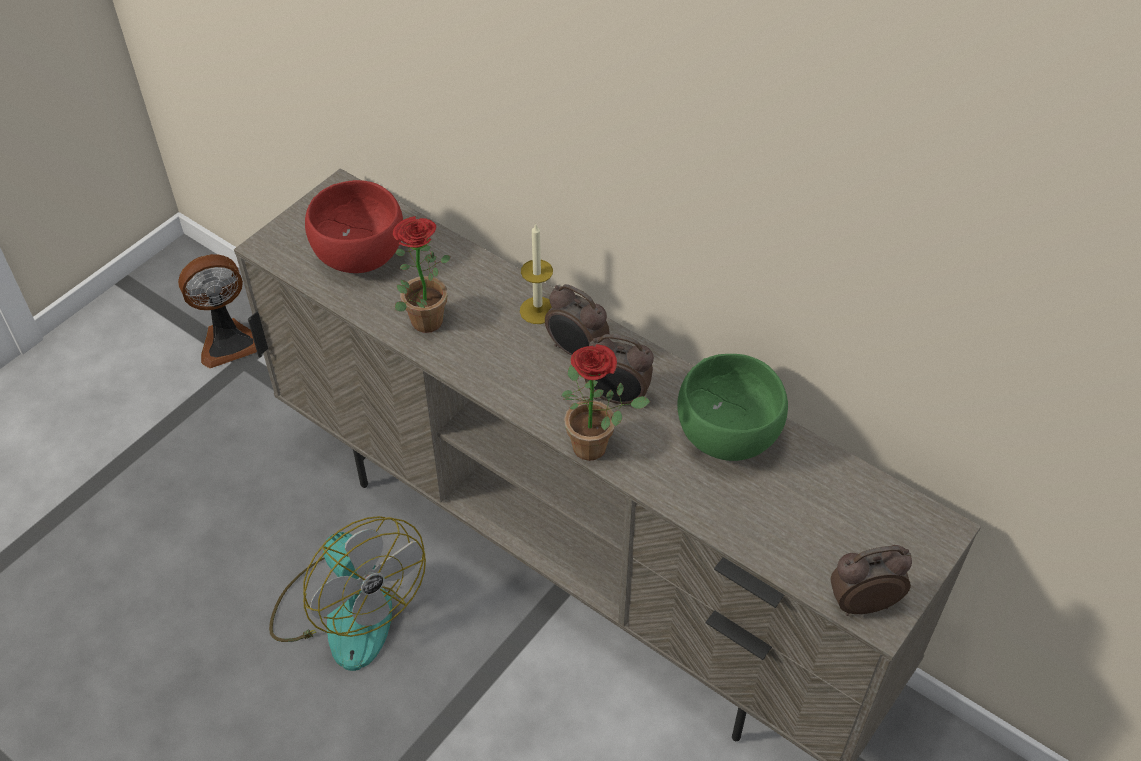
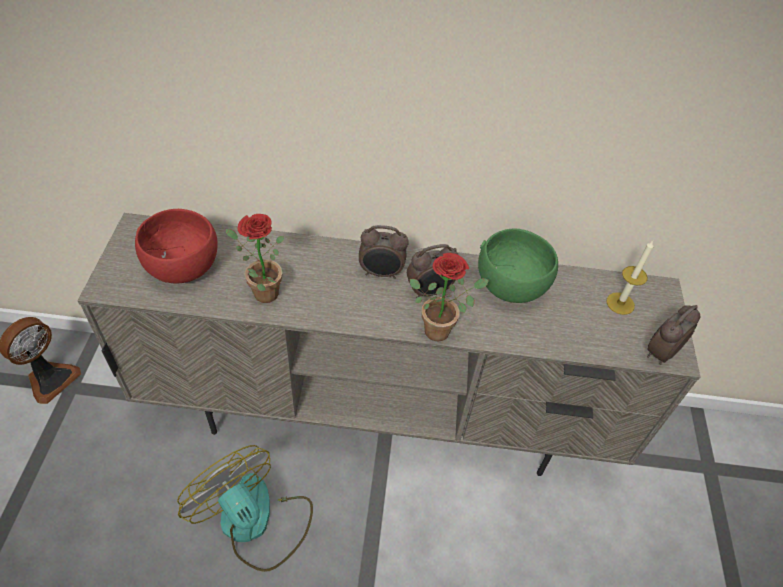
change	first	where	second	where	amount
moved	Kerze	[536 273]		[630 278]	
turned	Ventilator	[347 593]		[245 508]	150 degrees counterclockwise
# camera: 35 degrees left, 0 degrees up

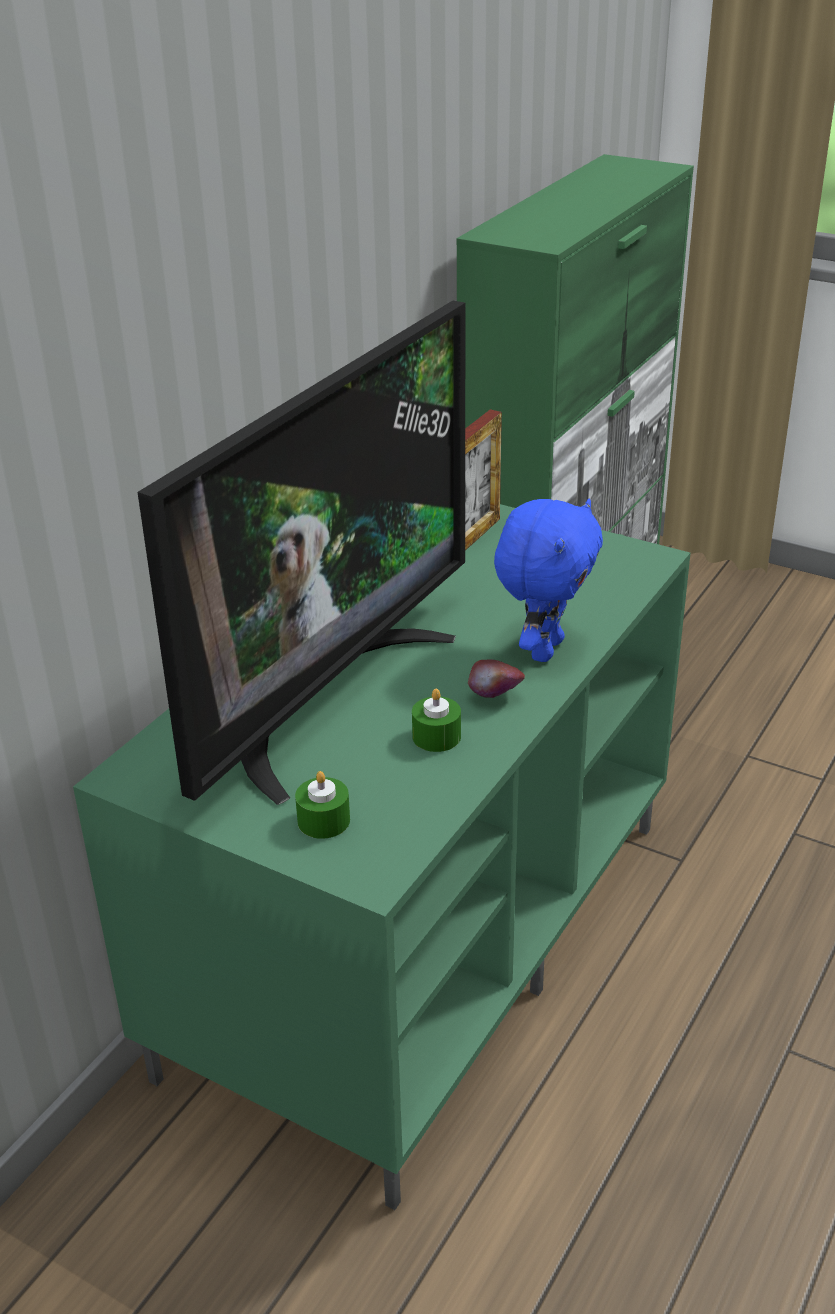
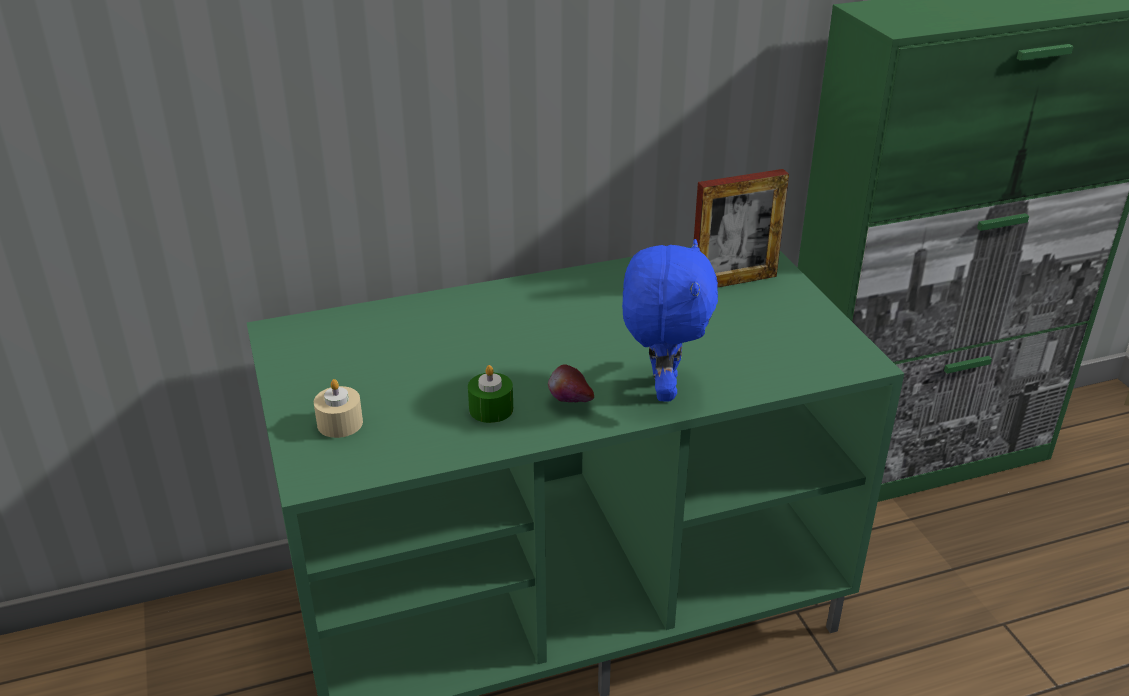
change	first	where	second	where	amount
removed	Fernseher	[301 553]			
turned	Plüschtier (blau)	[548 580]		[670 320]	60 degrees counterclockwise
recoloured	Kerze (grün)	[322 805]	Kerze (beige)	[338 408]	
# camera: 40 degrees right, 0 degrees up

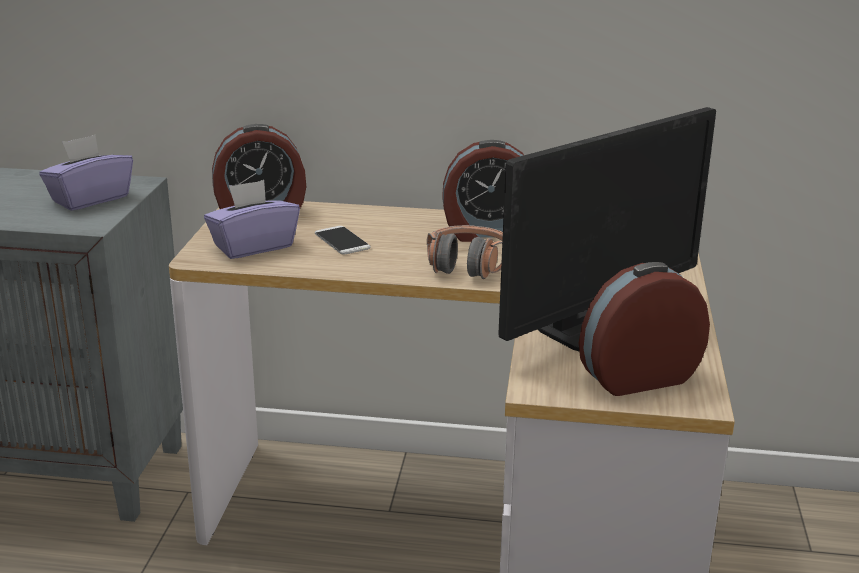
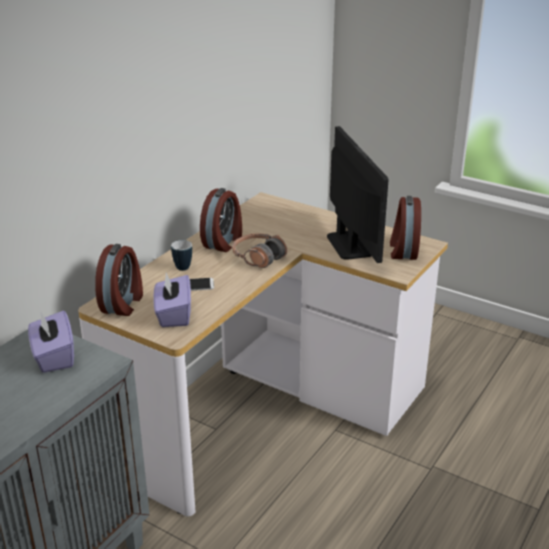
change	first	where	second	where	amount
added			Henkelbecher	[181 255]	
# camera: 65 degrees left, 5 degrees up

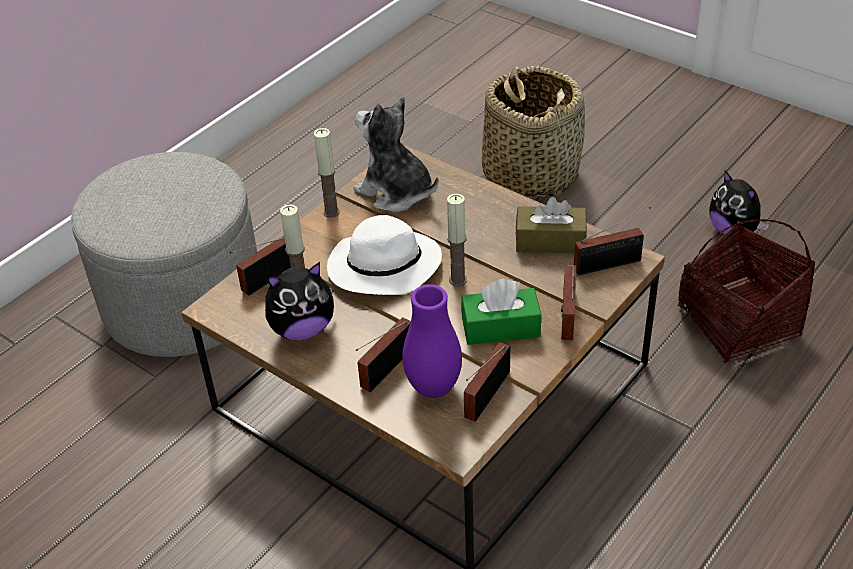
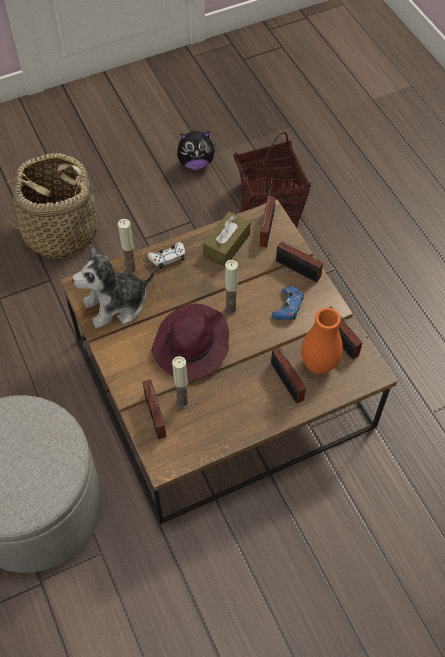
change	first	where	second	where	amount
moved	Kerze	[327 173]		[127 247]	
recoloured	Hut (weiß)	[384 255]	Hut (lila)	[190 341]	
removed	Plüschtier	[299 301]			
replaced	Taschentuchbox (grün)	[501 312]	Gamepad (blau)	[288 303]	
recoloured	Vase (lila)	[432 341]	Vase (orange)	[322 341]	
added			Gamepad (weiß)	[166 255]	
# camera: 65 degrees left, 15 degrees up

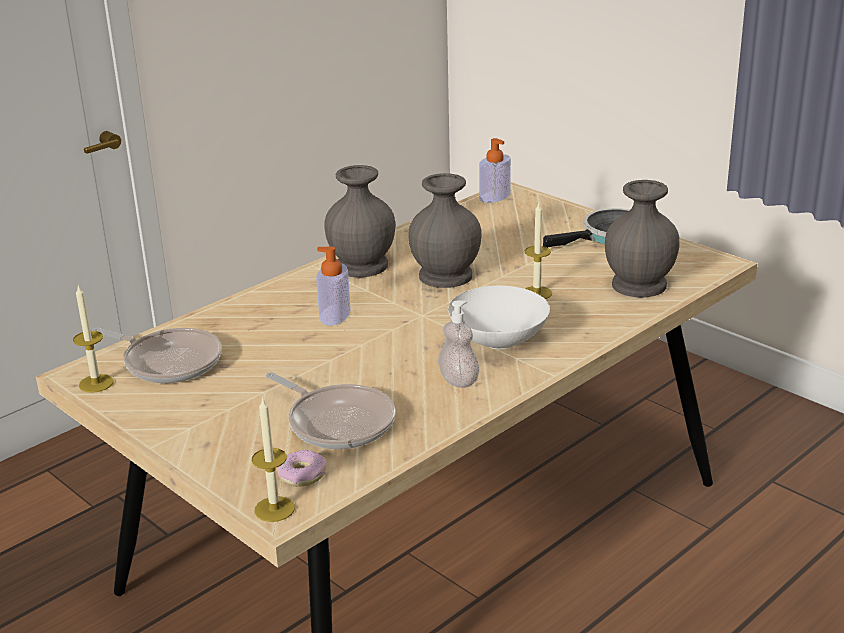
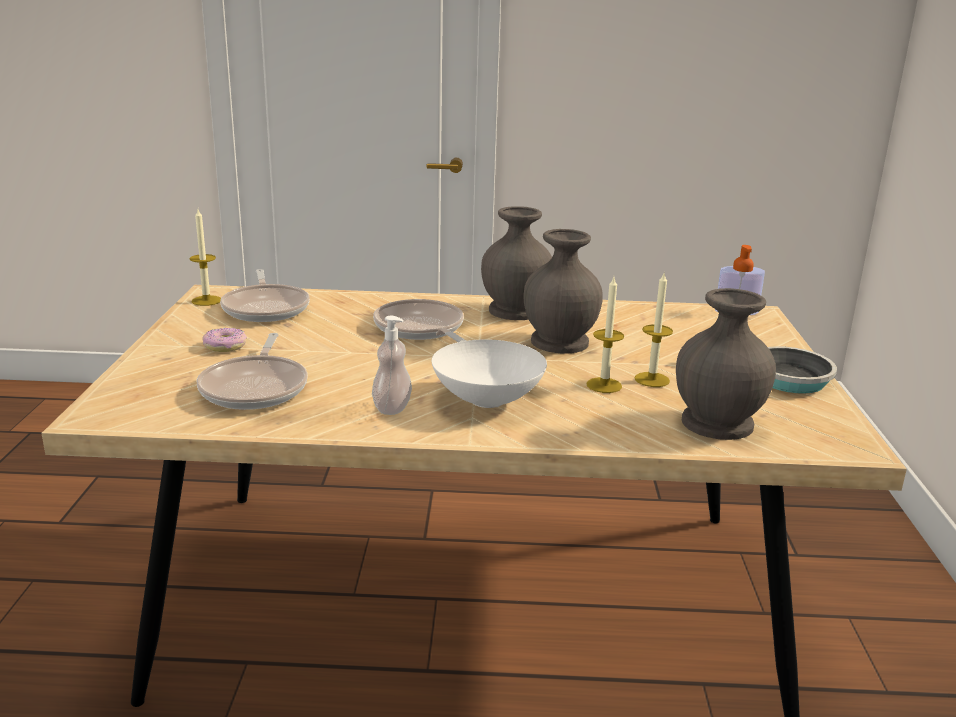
change	first	where	second	where	amount
replaced	Seifenspender	[333 286]	Pfanne	[419 320]	
moved	Kerze	[273 460]		[653 329]	
moved	Donut	[302 468]		[225 340]	
# camera: 45 degrees right, 5 degrees down

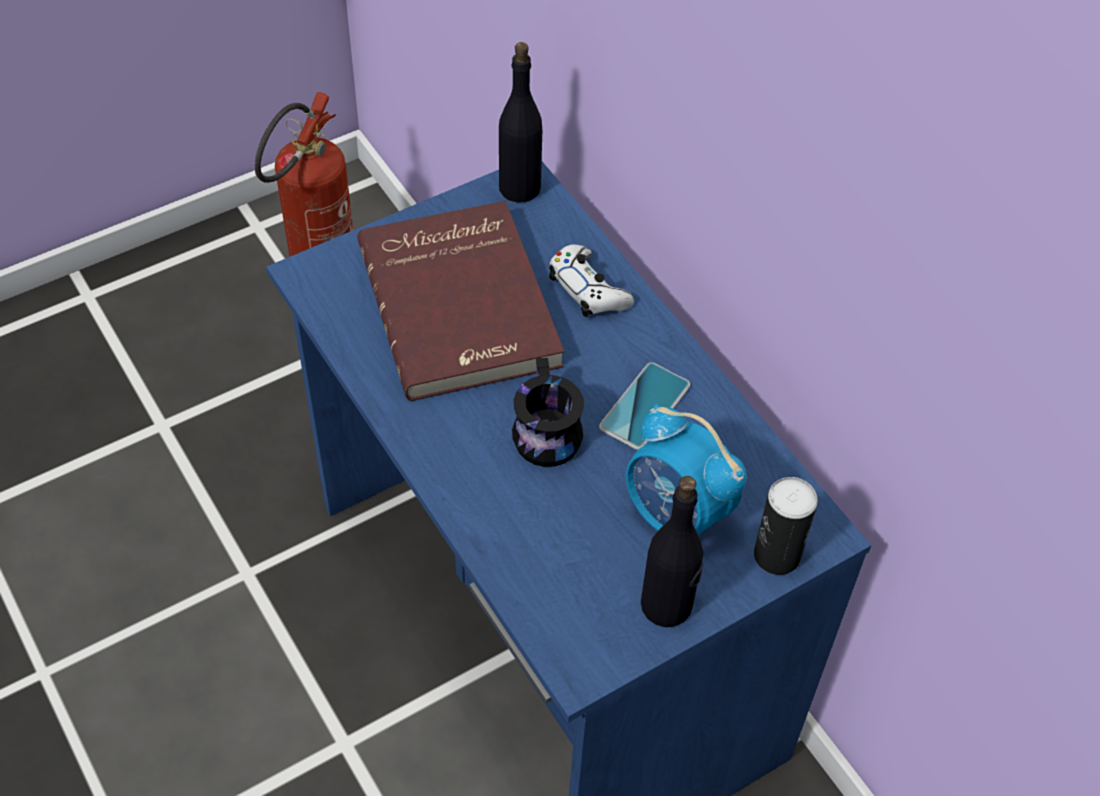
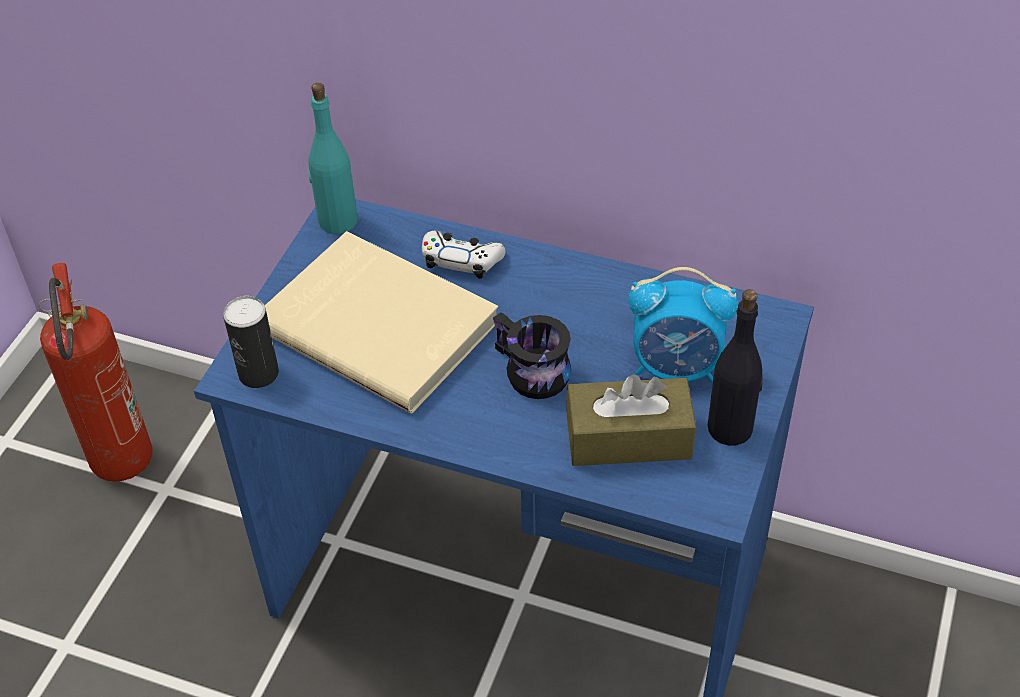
change	first	where	second	where	amount
recoloured	Flasche (schwarz)	[520 122]	Flasche (türkis)	[333 158]	
recoloured	Buch (rot)	[460 301]	Buch (beige)	[381 322]	
removed	Handy	[644 406]			
moved	Dose	[786 526]		[251 342]	
added			Taschentuchbox (braun)	[631 420]	
# camera: 35 degrees left, 5 degrees down

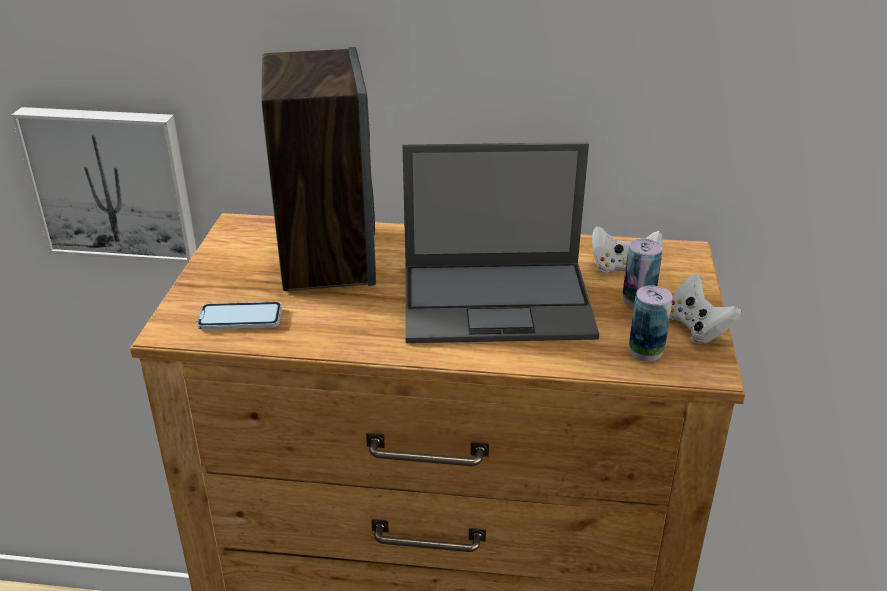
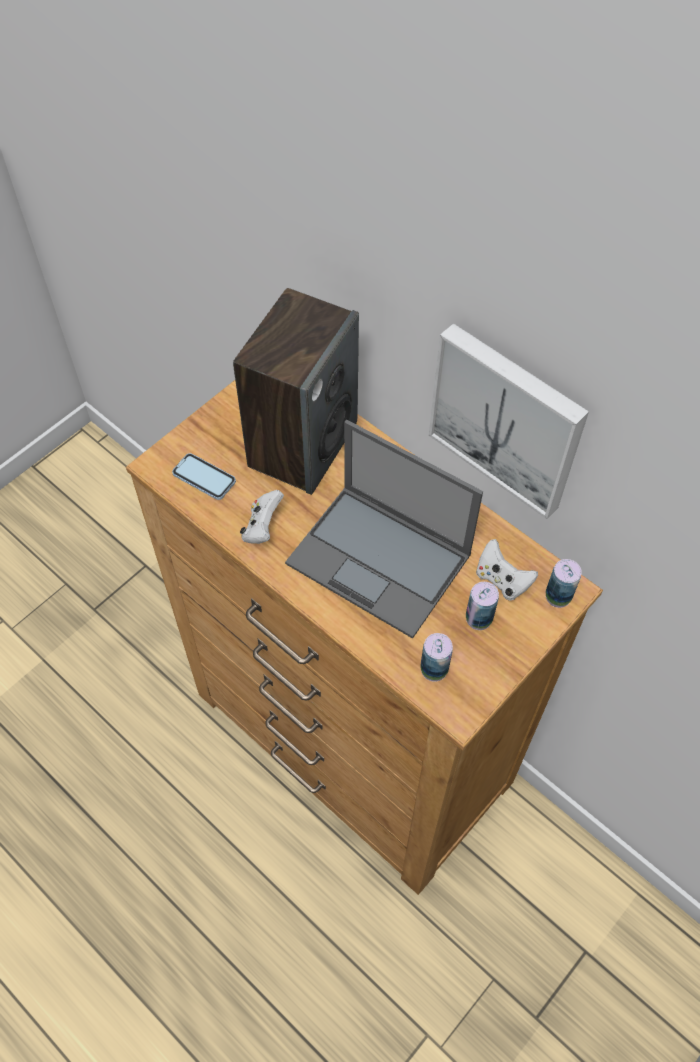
change	first	where	second	where	amount
moved	Bild	[104 185]		[509 421]	
moved	Gamepad (weiß)	[706 308]		[262 517]	
added			Dose	[564 583]	
# camera: 35 degrees right, 25 degrees up

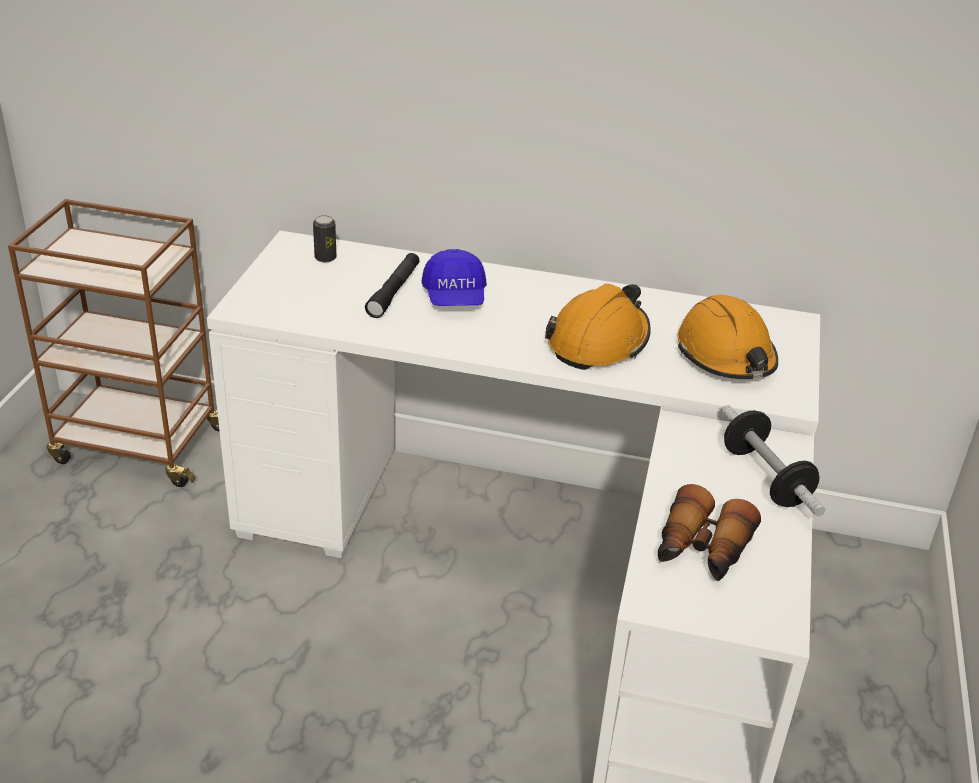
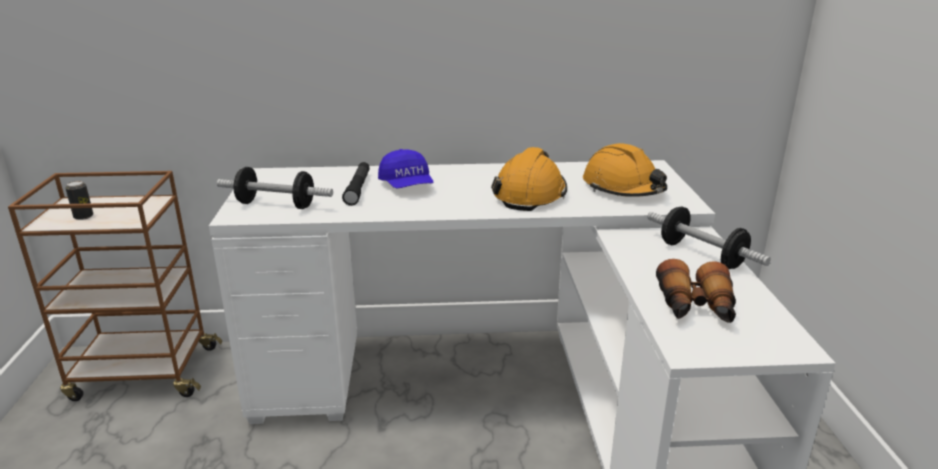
change	first	where	second	where	amount
moved	Dose	[324 238]		[79 200]	
added			Hantel	[275 188]	
# camera: 15 degrees left, 10 degrees down

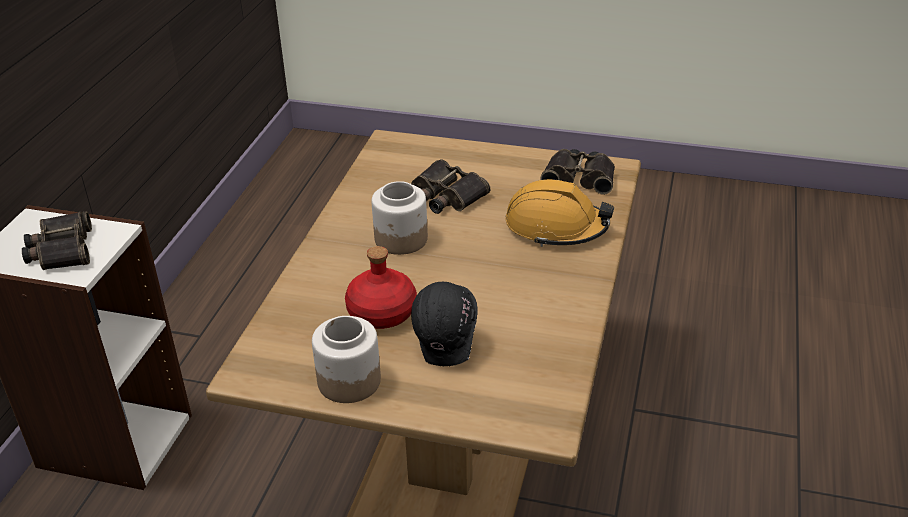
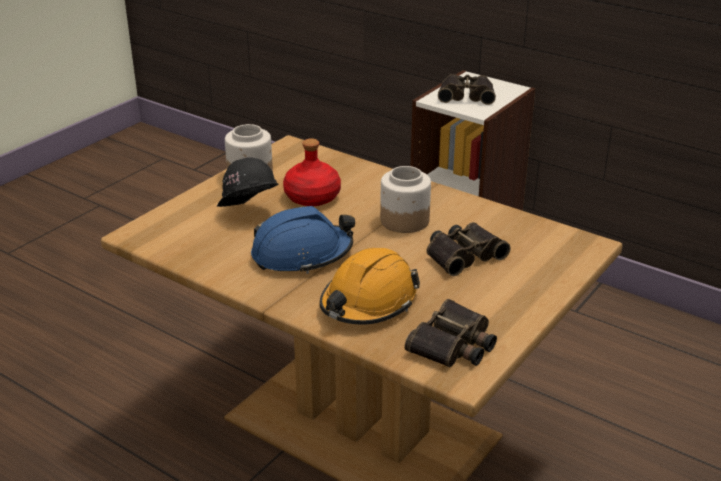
change	first	where	second	where	amount
added			Schutzhelm (blau)	[303 240]	
# camera: 110 degrees right, 5 degrees down

